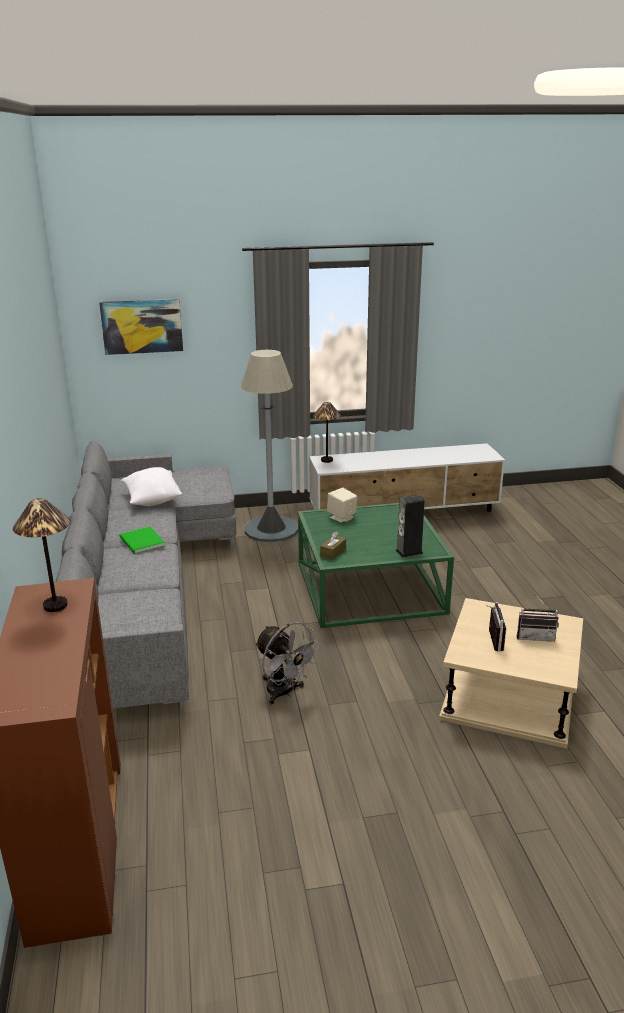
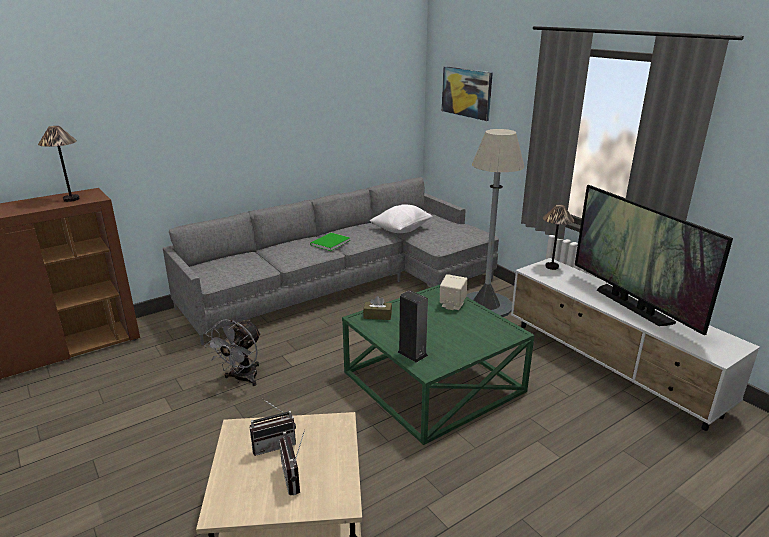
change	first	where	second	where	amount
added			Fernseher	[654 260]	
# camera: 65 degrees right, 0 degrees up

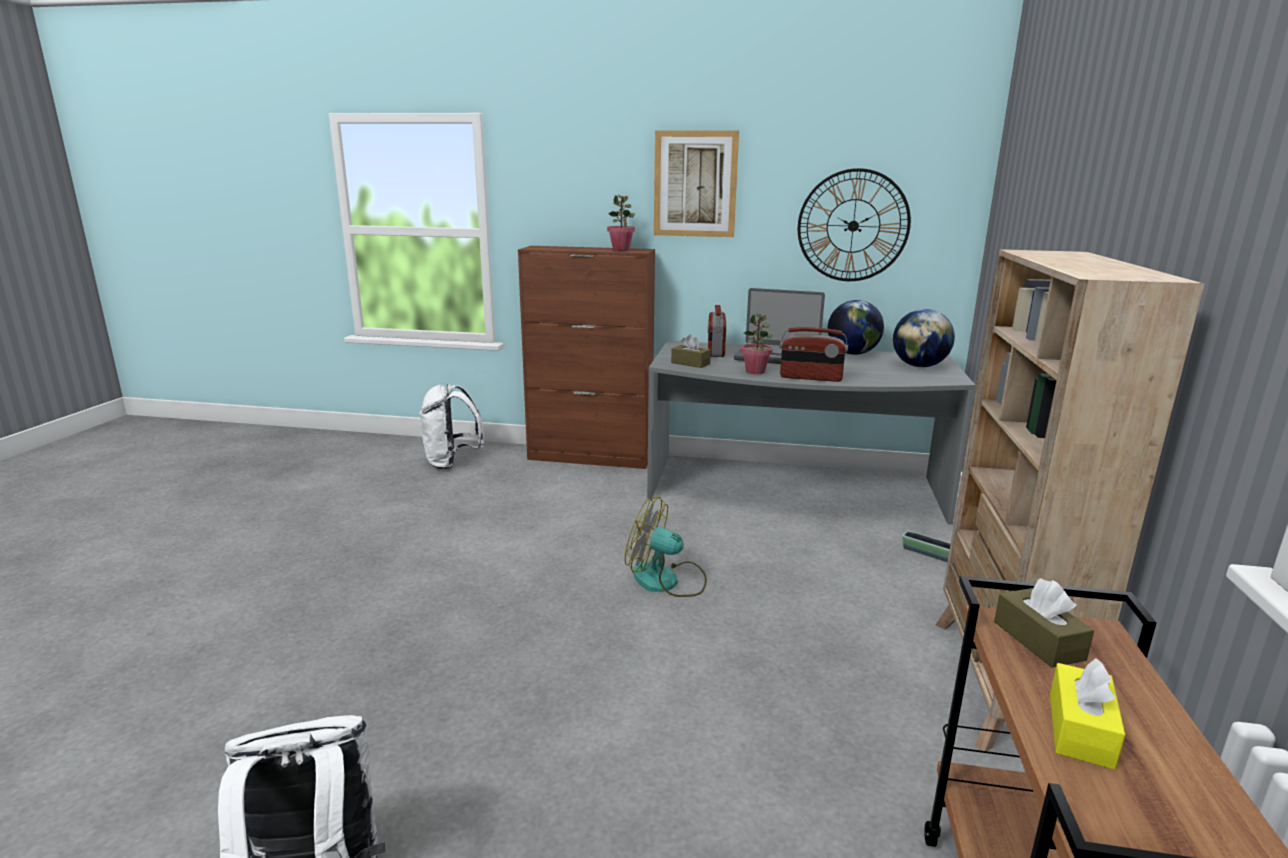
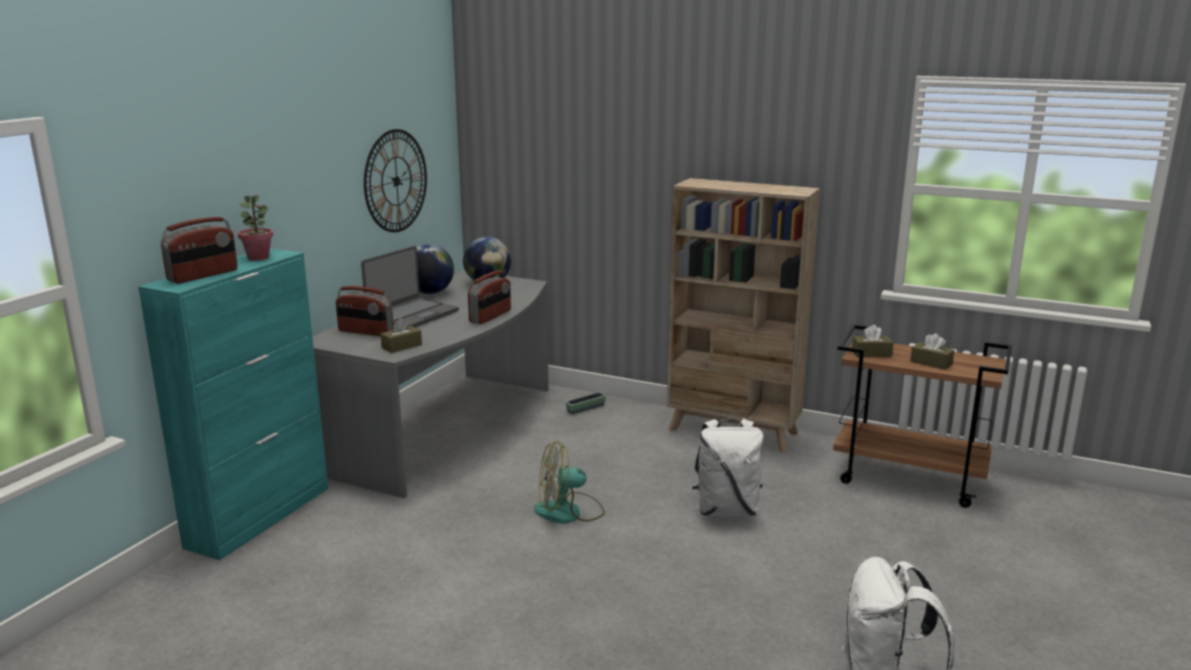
change	first	where	second	where	amount
removed	Bild	[696 183]			
recoloured	Schrank (braun)	[586 357]	Schrank (türkis)	[233 404]	
removed	Topfpflanze	[757 343]			
moved	Rucksack (weiß)	[451 427]		[728 468]	
turned	Ventilator	[666 547]		[569 482]	45 degrees clockwise
recoloured	Taschentuchbox (gelb)	[1087 714]	Taschentuchbox (braun)	[932 351]	
added			Radio	[199 250]	
# camera: 75 degrees left, 0 degrees up

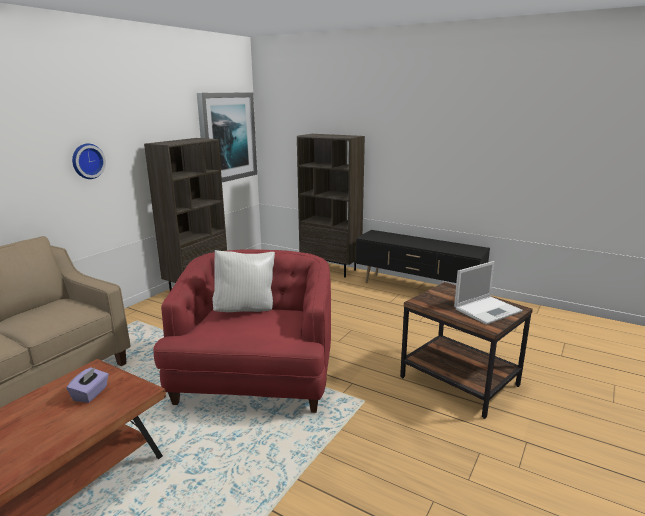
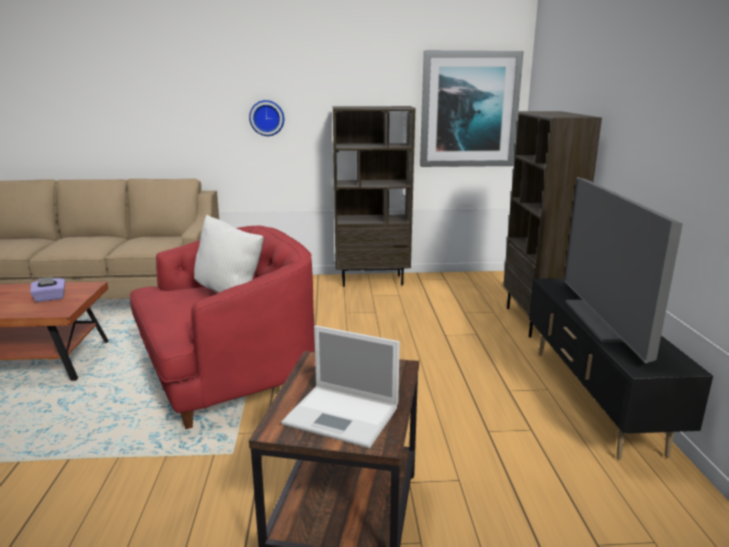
change	first	where	second	where	amount
added			Fernseher	[623 270]	
# camera: 55 degrees right, 0 degrees up

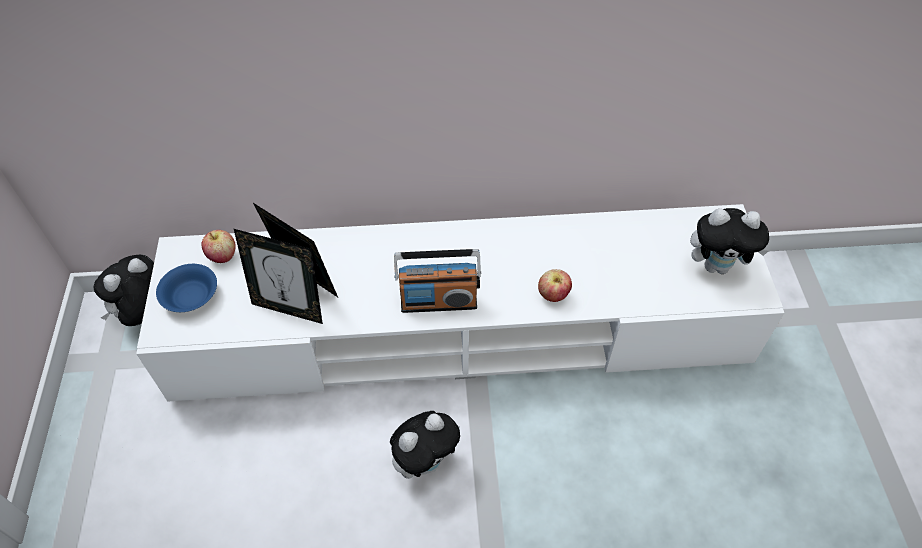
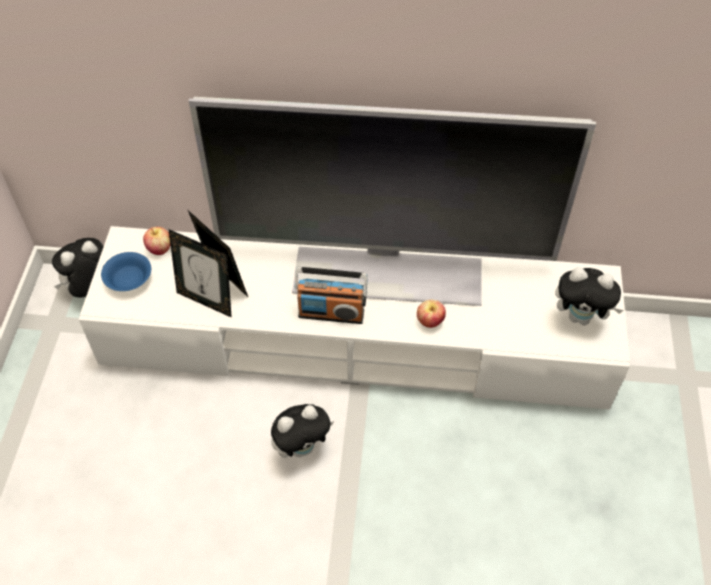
change	first	where	second	where	amount
added			Fernseher	[392 201]	
# camera: 10 degrees right, 0 degrees up

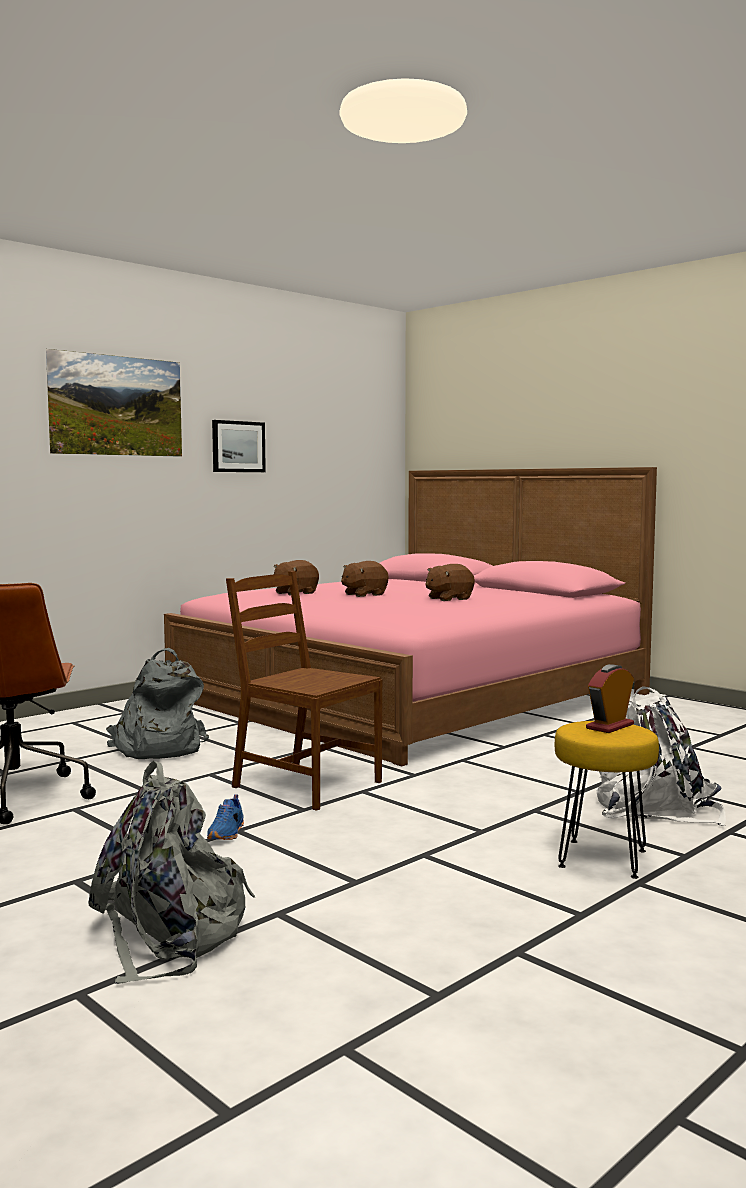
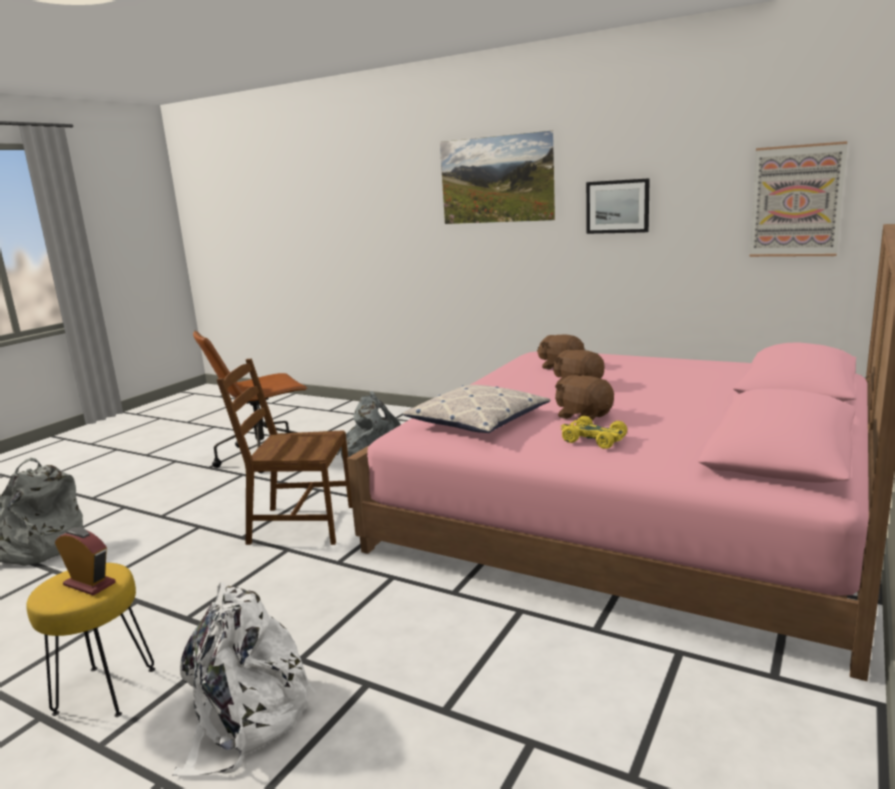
change	first	where	second	where	amount
turned	Stuhl (braun)	[304 691]		[284 452]	105 degrees counterclockwise
removed	Schuh (blau)	[225 817]			
added			Bild	[798 199]	
added			Kissen	[477 409]	
added			Spielzeugauto (gelb)	[593 432]	
# camera: 75 degrees right, 10 degrees up

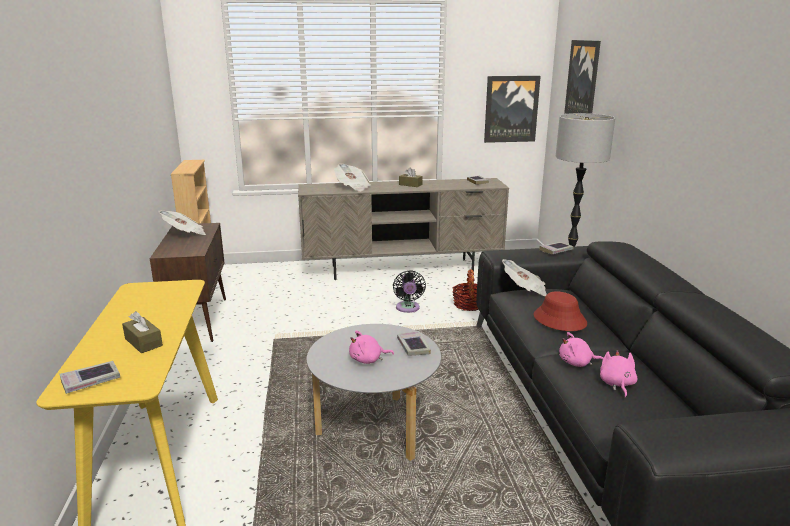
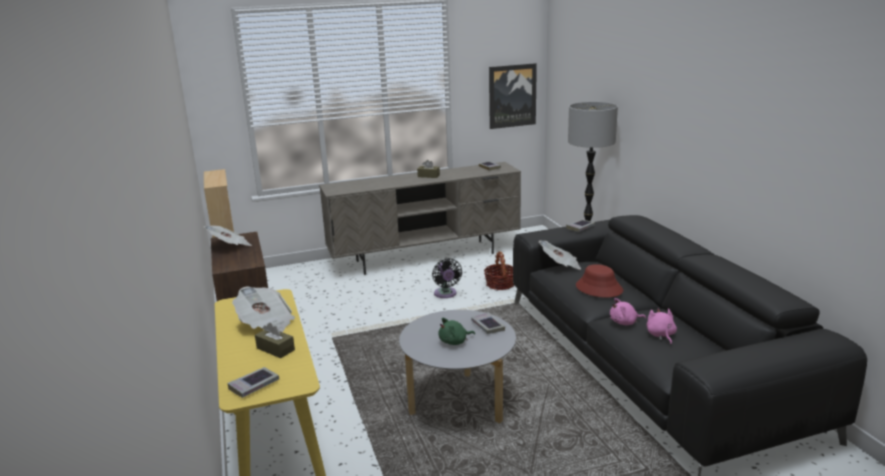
change	first	where	second	where	amount
removed	Bild	[582 77]			
moved	Zeitung	[352 178]		[263 309]	
recoloured	Plüschtier (rosa)	[371 347]	Plüschtier (grün)	[457 331]	
# camera: 10 degrees left, 0 degrees up

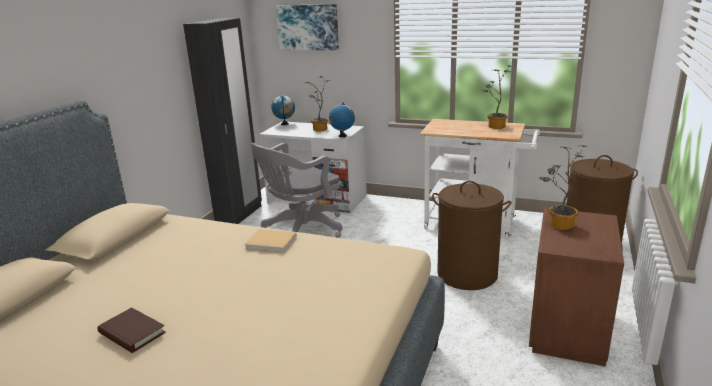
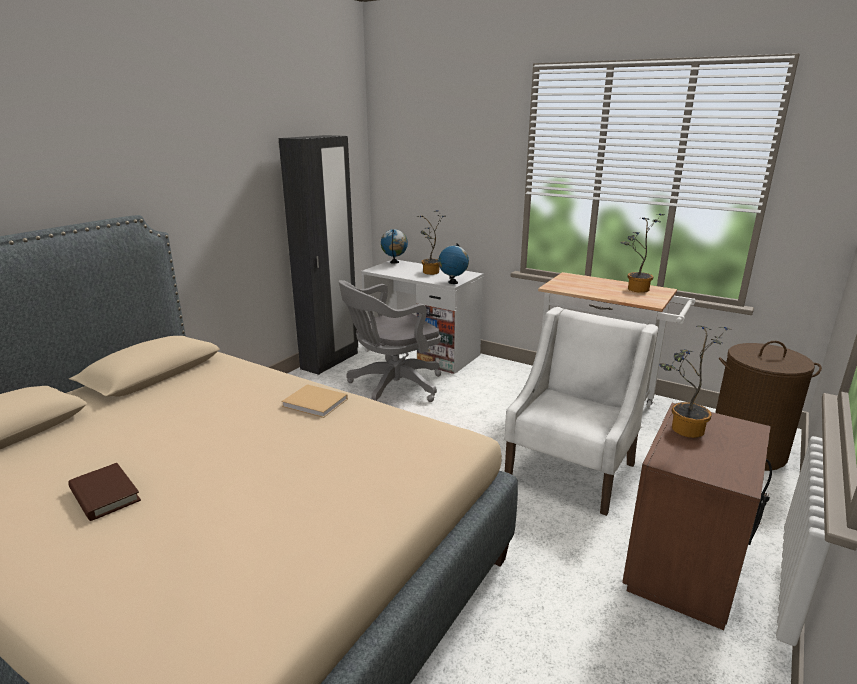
change	first	where	second	where	amount
removed	Bild	[307 27]			
replaced	Wäschekorb (braun)	[472 235]	Sessel (weiß)	[581 411]	
# camera: 10 degrees right, 0 degrees up

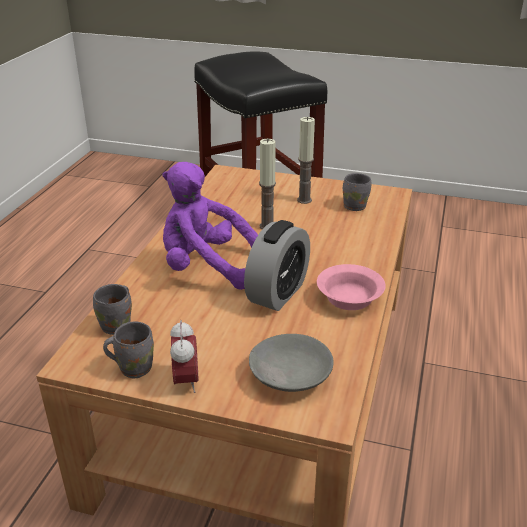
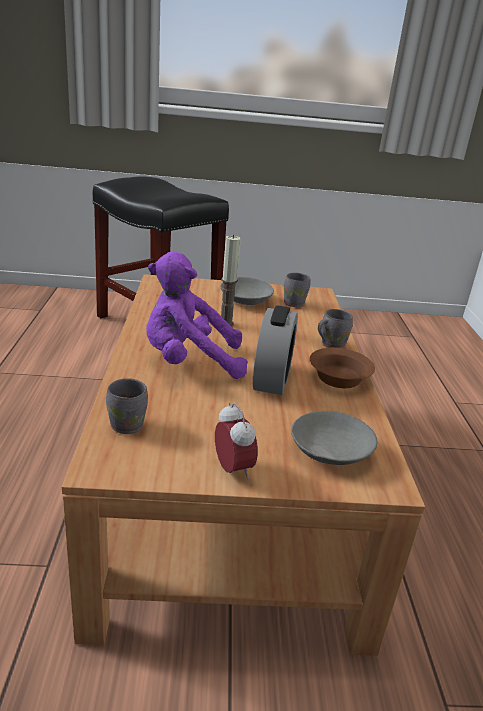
change	first	where	second	where	amount
replaced	Kerze	[306 160]	Schüssel (grau)	[247 291]	
recoloured	Schüssel (rosa)	[351 287]	Schüssel (braun)	[342 368]	
moved	Henkelbecher (grau)	[128 349]		[335 328]	
# camera: 20 degrees left, 5 degrees down

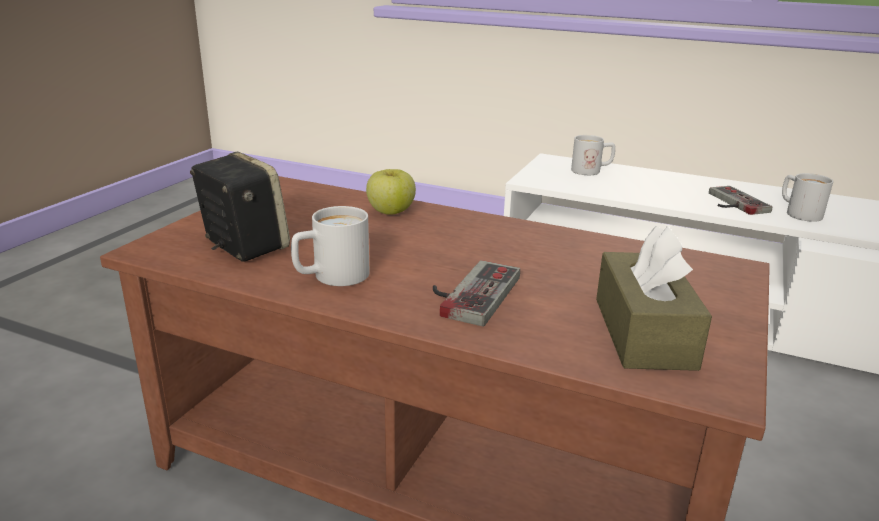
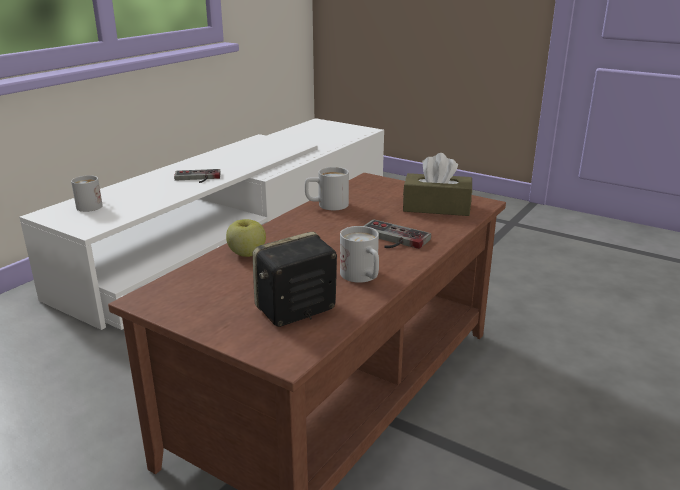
change	first	where	second	where	amount
moved	Henkelbecher (weiß)	[807 197]		[327 188]	
# camera: 80 degrees left, 0 degrees up

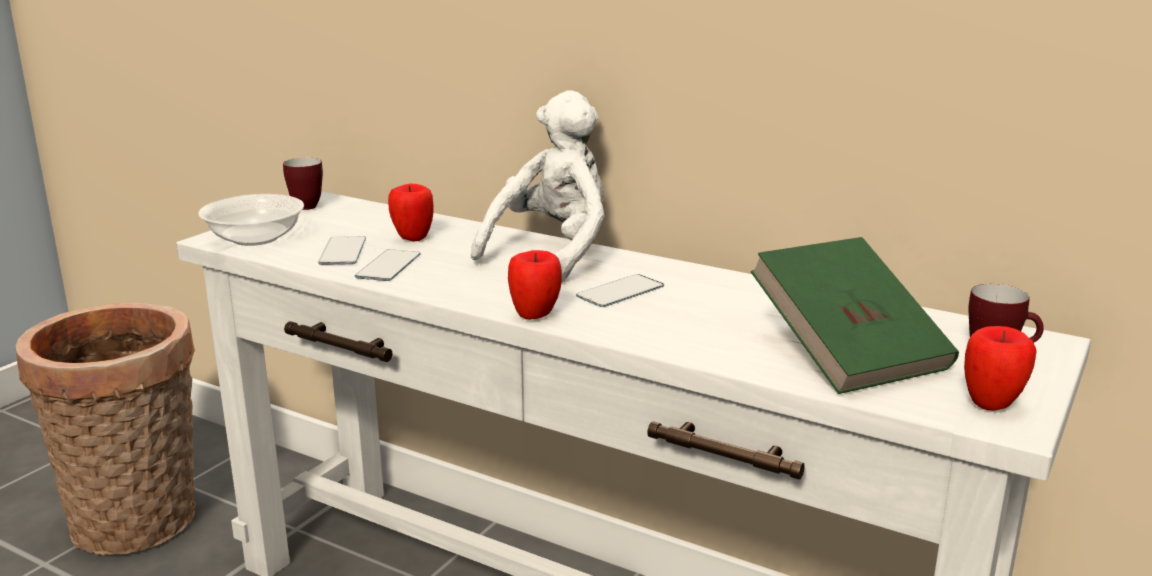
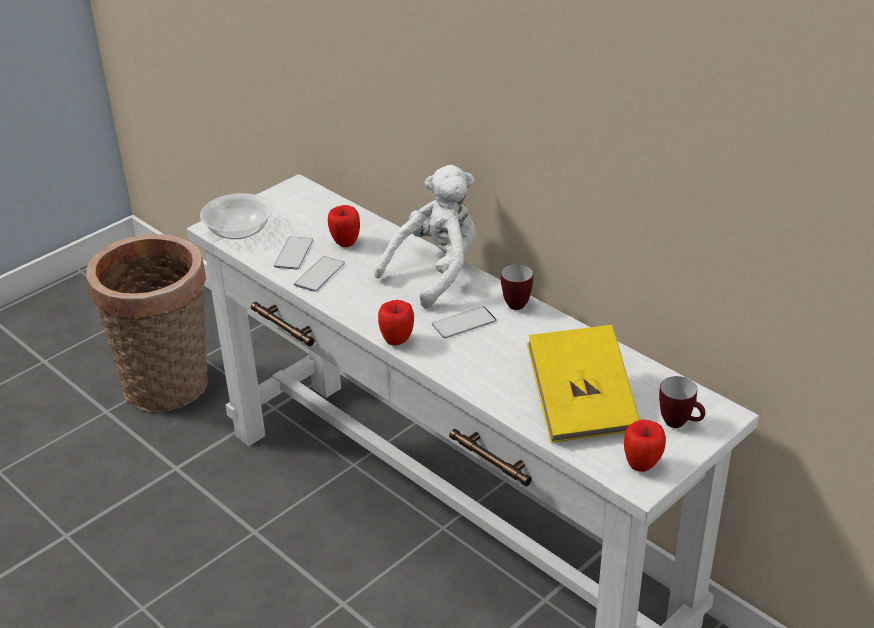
change	first	where	second	where	amount
moved	Henkelbecher	[303 184]		[517 287]	
recoloured	Buch (grün)	[855 315]	Buch (gelb)	[583 384]	
# camera: 15 degrees right, 15 degrees up

